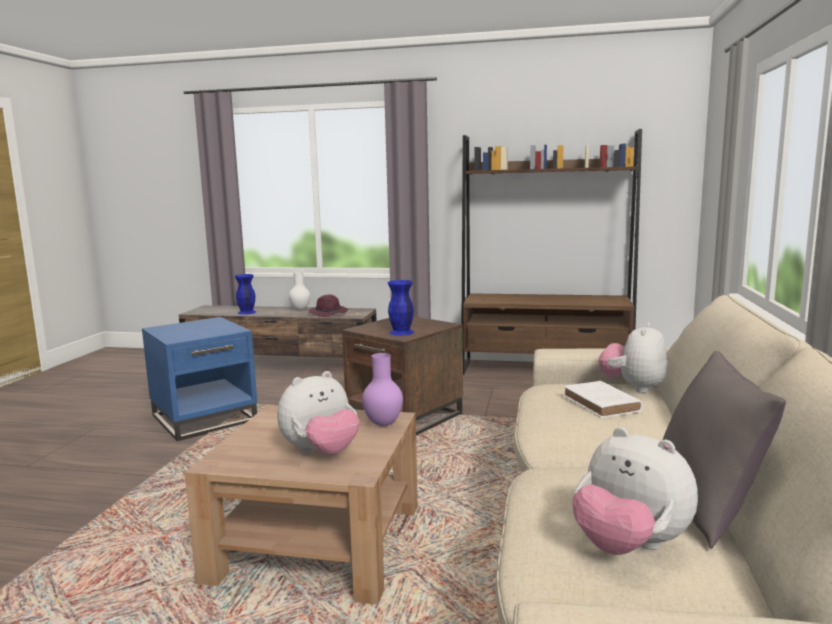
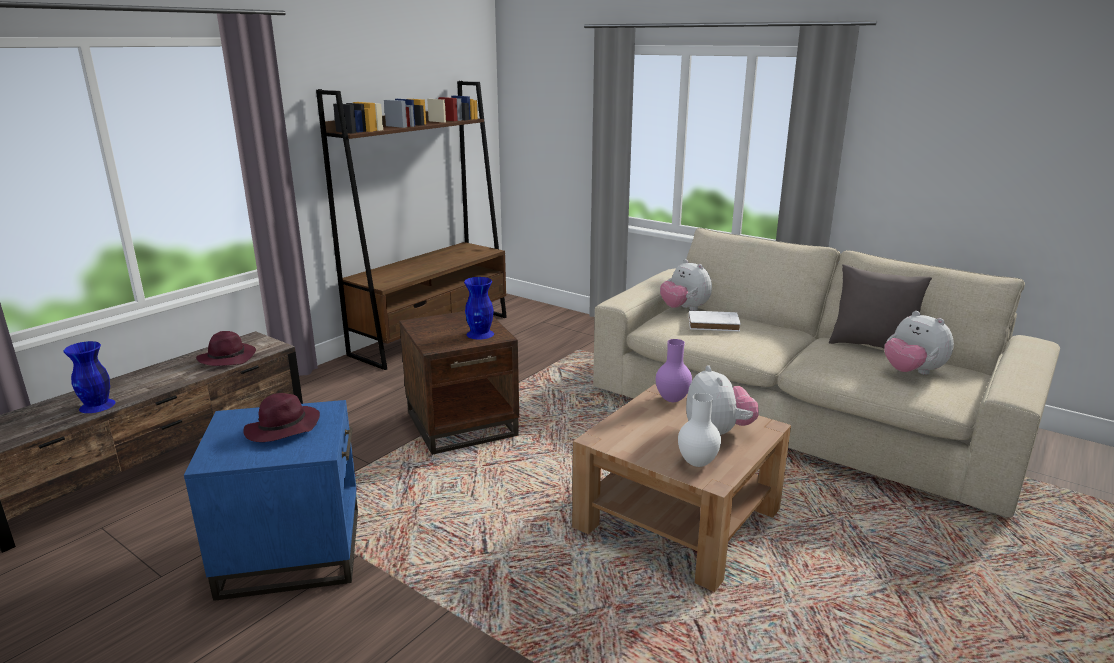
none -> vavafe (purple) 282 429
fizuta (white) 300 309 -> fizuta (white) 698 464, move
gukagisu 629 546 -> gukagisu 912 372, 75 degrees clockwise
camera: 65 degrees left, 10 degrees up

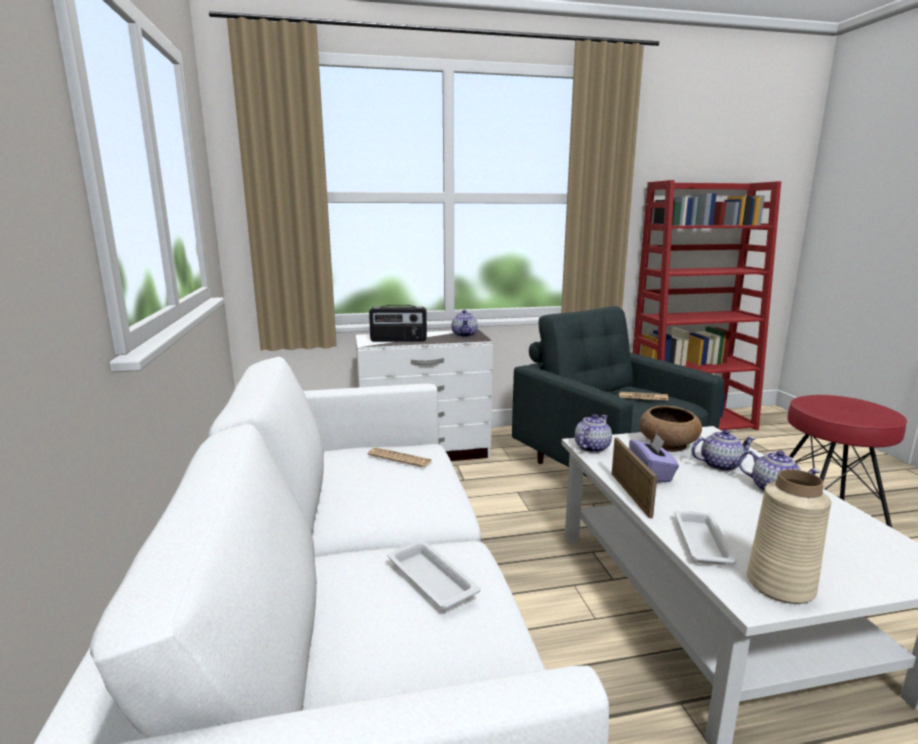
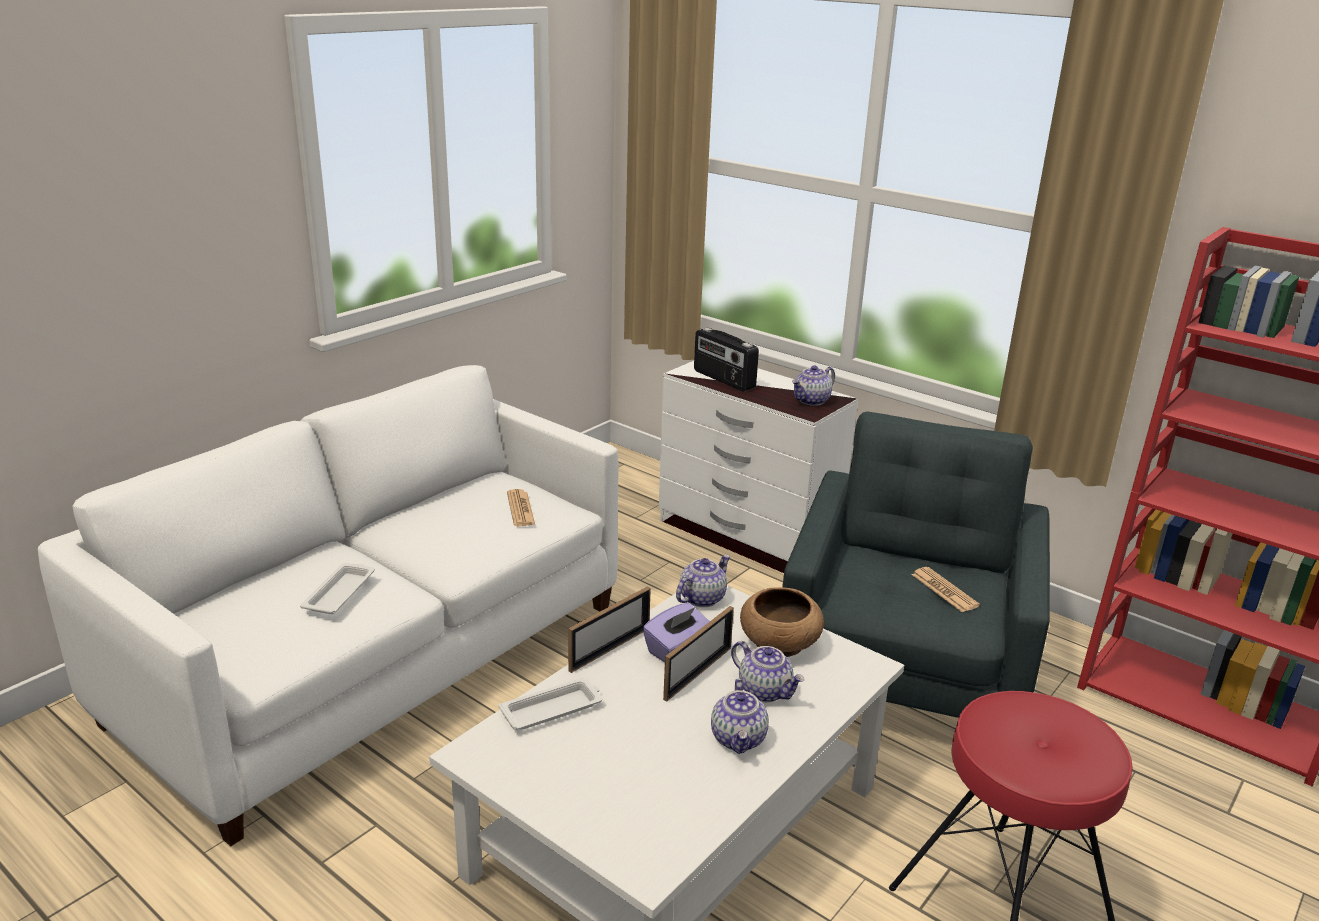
none -> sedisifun 698 673
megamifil 591 447 -> megamifil 702 598, 45 degrees counterclockwise
fizuta (beige) 780 585 -> none
camera: 50 degrees right, 10 degrees up

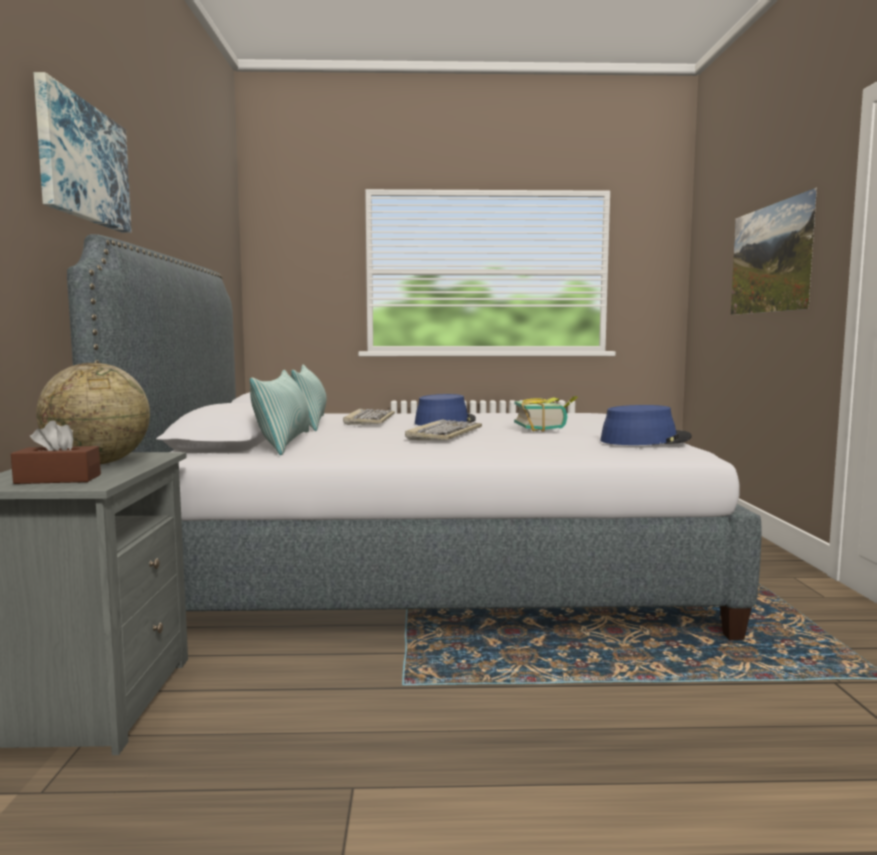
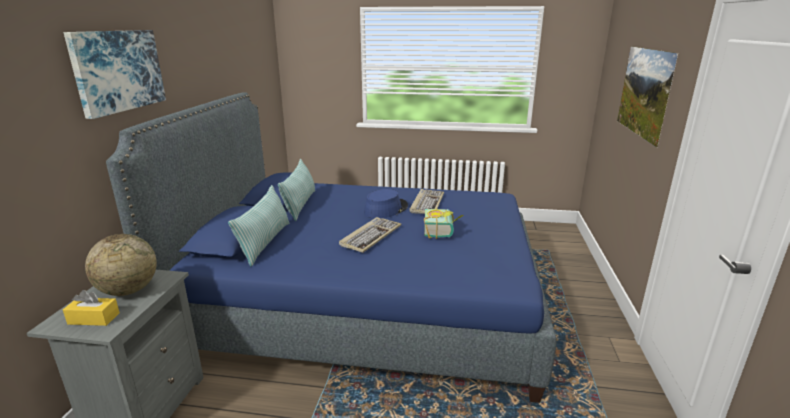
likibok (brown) 58 479 -> likibok (yellow) 94 318
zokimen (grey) 422 570 -> zokimen (blue) 366 304
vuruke 369 420 -> vuruke 427 203, move
vavafe (blue) 645 440 -> none
camera: 10 degrees right, 15 degrees up

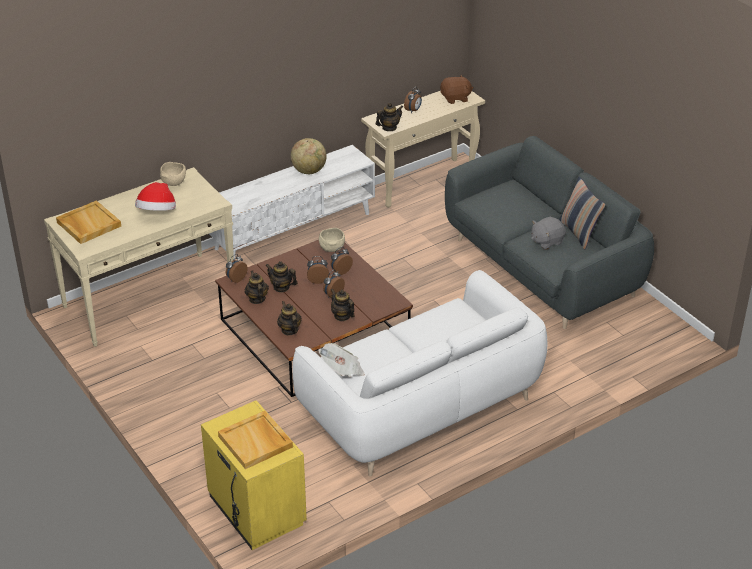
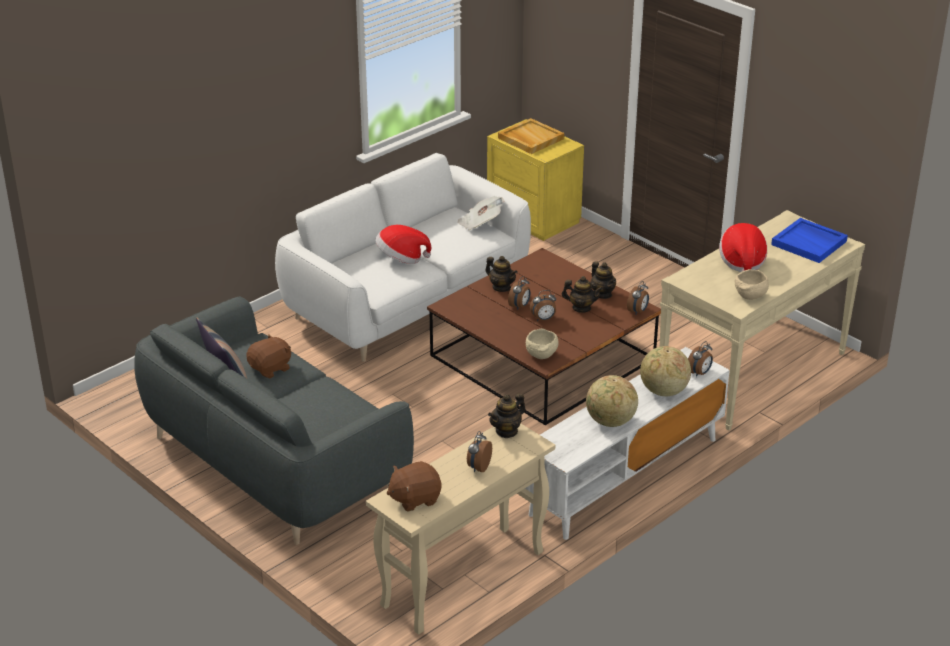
gukagisu (grey) 546 241 -> gukagisu (brown) 271 368
none -> vavafe 401 259
none -> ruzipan 663 391
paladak 340 271 -> paladak 699 373, move
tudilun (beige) 88 224 -> tudilun (blue) 809 243
megamifil 289 330 -> none
camera: 170 degrees right, 5 degrees down

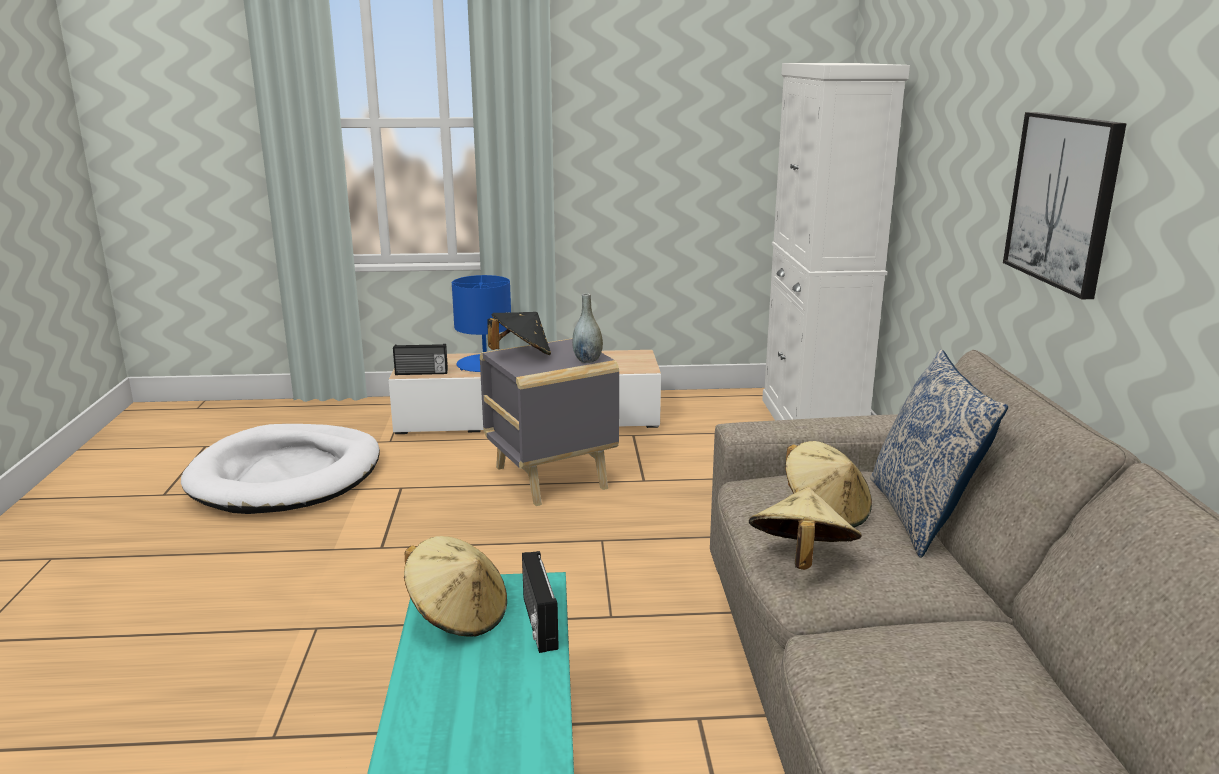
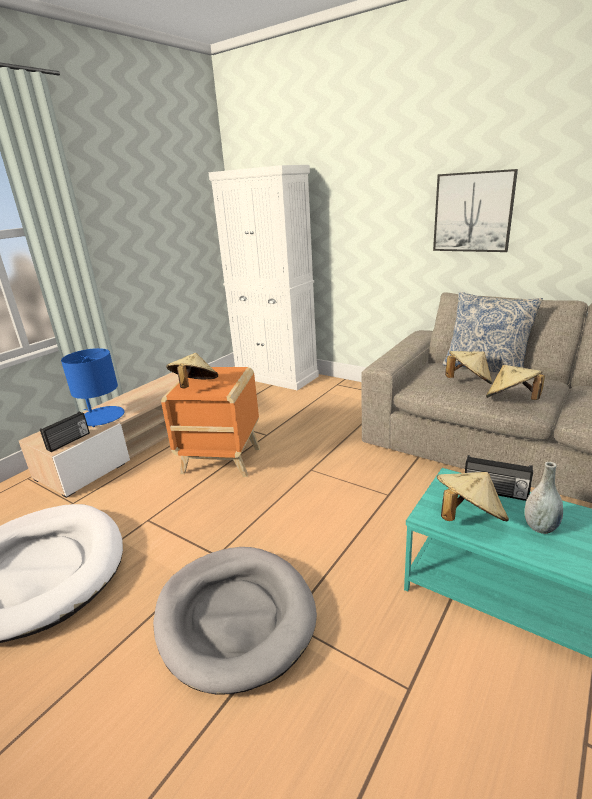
none -> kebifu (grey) 235 617
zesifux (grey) 549 477 -> zesifux (orange) 220 460
vavafe (black) 521 355 -> vavafe (beige) 194 386
fizuta (grey) 587 360 -> fizuta (grey) 540 527, move
camera: 50 degrees left, 5 degrees up

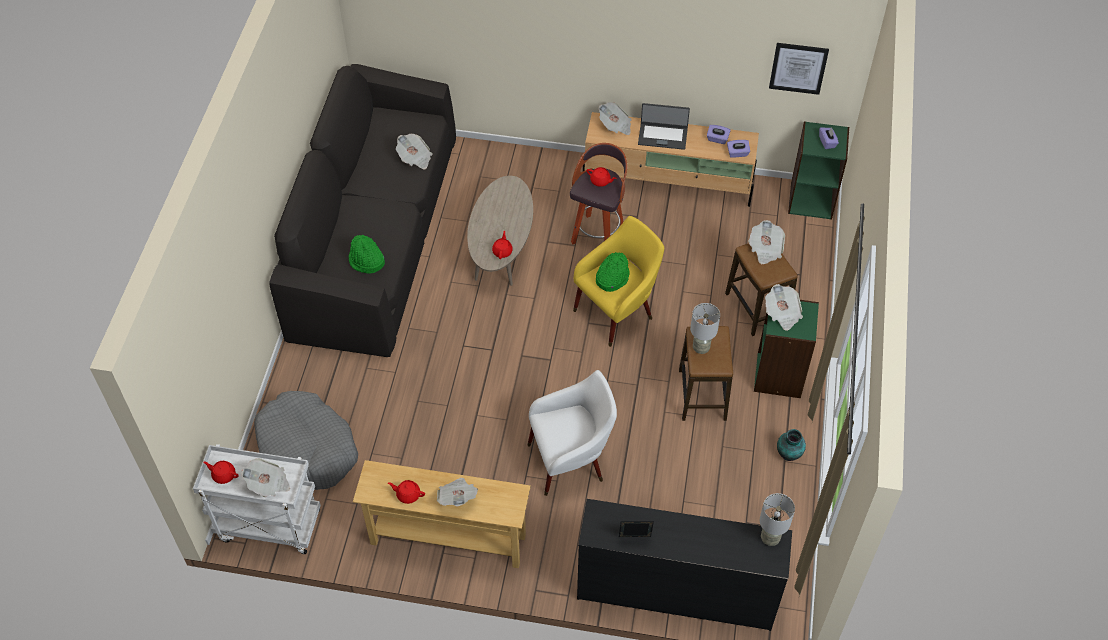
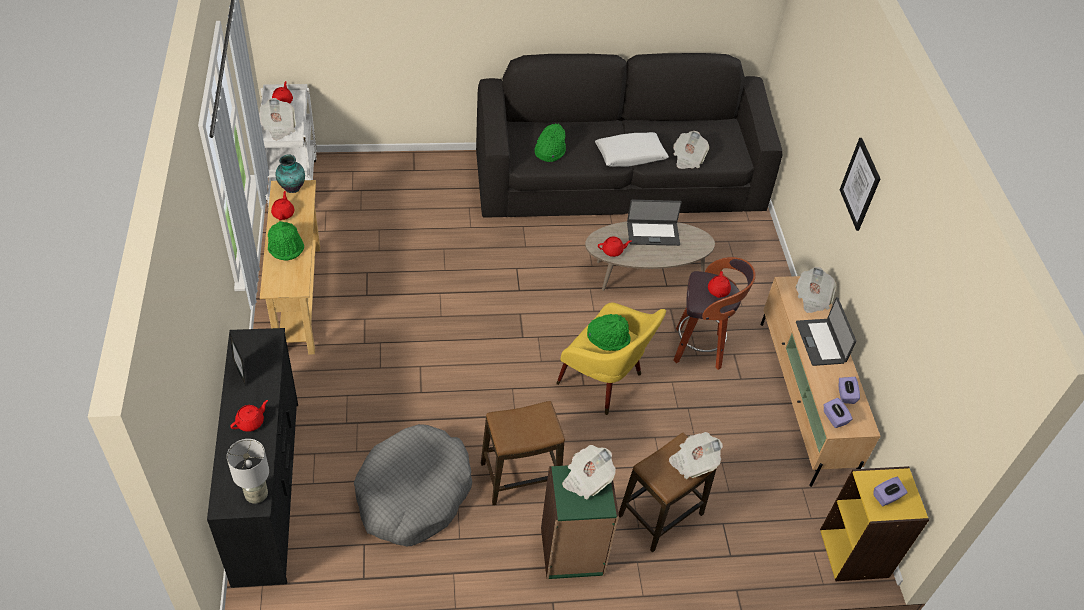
none -> megamifil (red) 251 422
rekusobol 457 497 -> vavafe (green) 286 247
fizuta 789 455 -> fizuta 291 188, move
kebifu (grey) 307 449 -> kebifu (grey) 413 493, move
none -> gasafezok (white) 630 155
none -> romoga 653 233
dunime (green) 811 200 -> dunime (yellow) 855 553
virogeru 798 68 -> virogeru 860 184, move
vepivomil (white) 571 460 -> none
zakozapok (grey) 701 348 -> none
camera: 70 degrees right, 5 degrees down

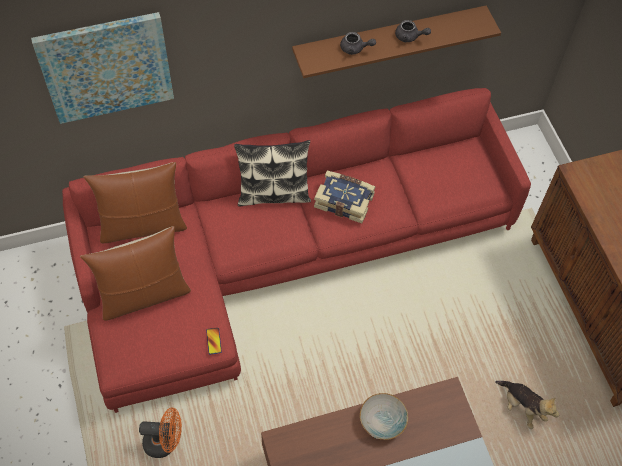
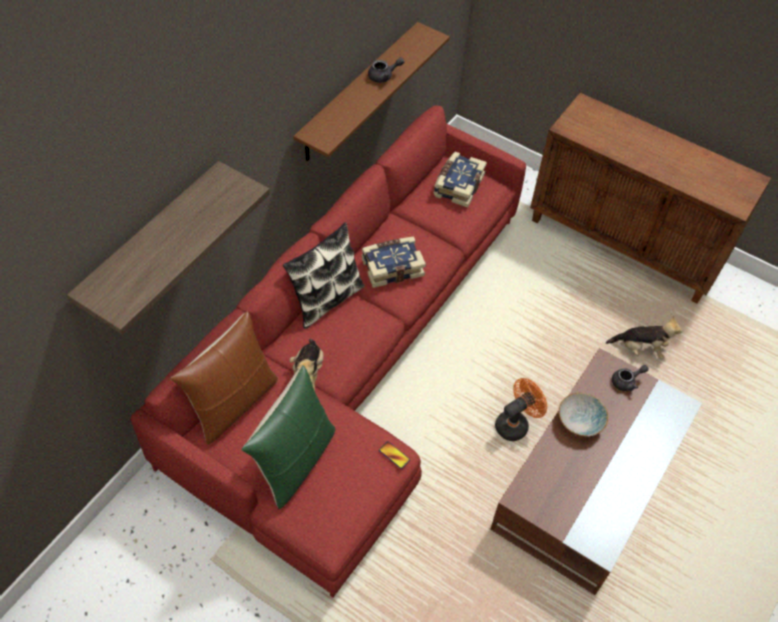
virogeru 106 67 -> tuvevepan 151 242
gasafezok (brown) 144 294 -> gasafezok (green) 294 460
none -> gukagisu 308 373
none -> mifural 457 185
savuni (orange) 165 442 -> savuni (orange) 515 423, move
megamifil (grey) 355 49 -> megamifil (grey) 626 381, move
camera: 40 degrees left, 5 degrees down

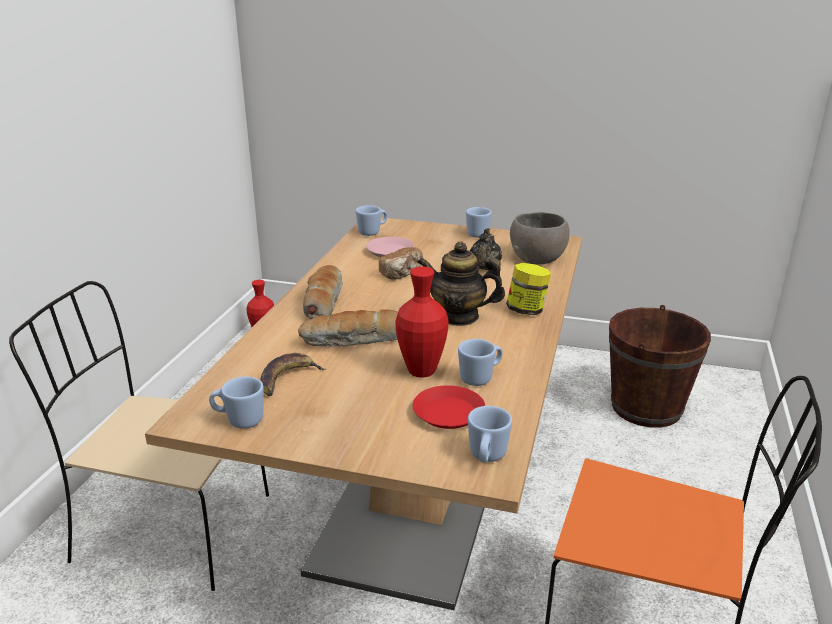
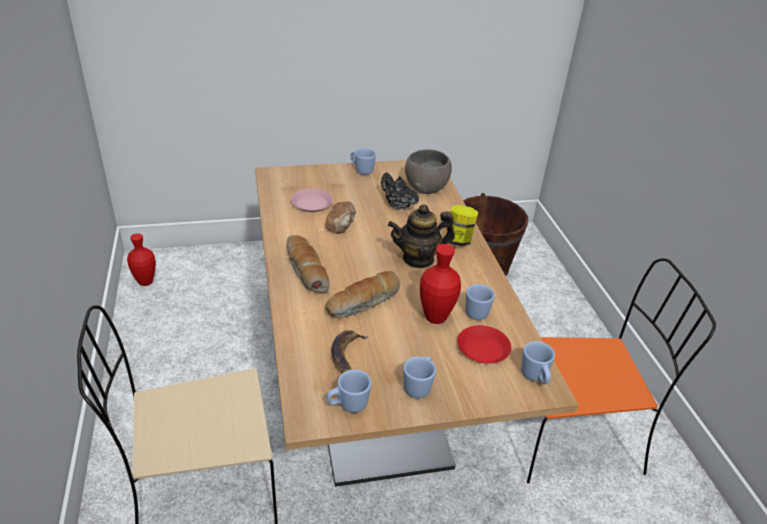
megamifil (black) 484 268 -> megamifil (black) 397 206, 150 degrees clockwise
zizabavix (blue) 372 232 -> zizabavix (blue) 419 386, move
camera: 30 degrees left, 10 degrees up

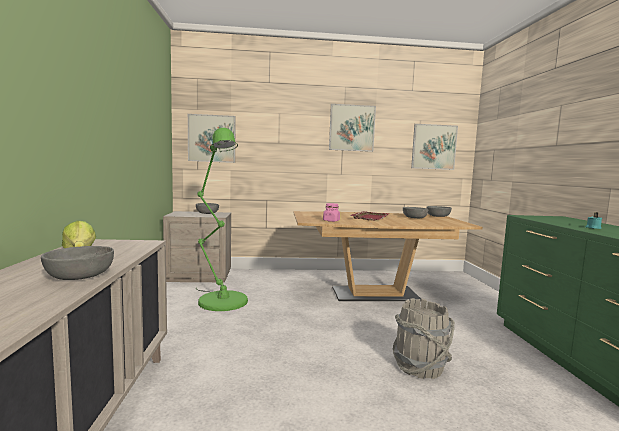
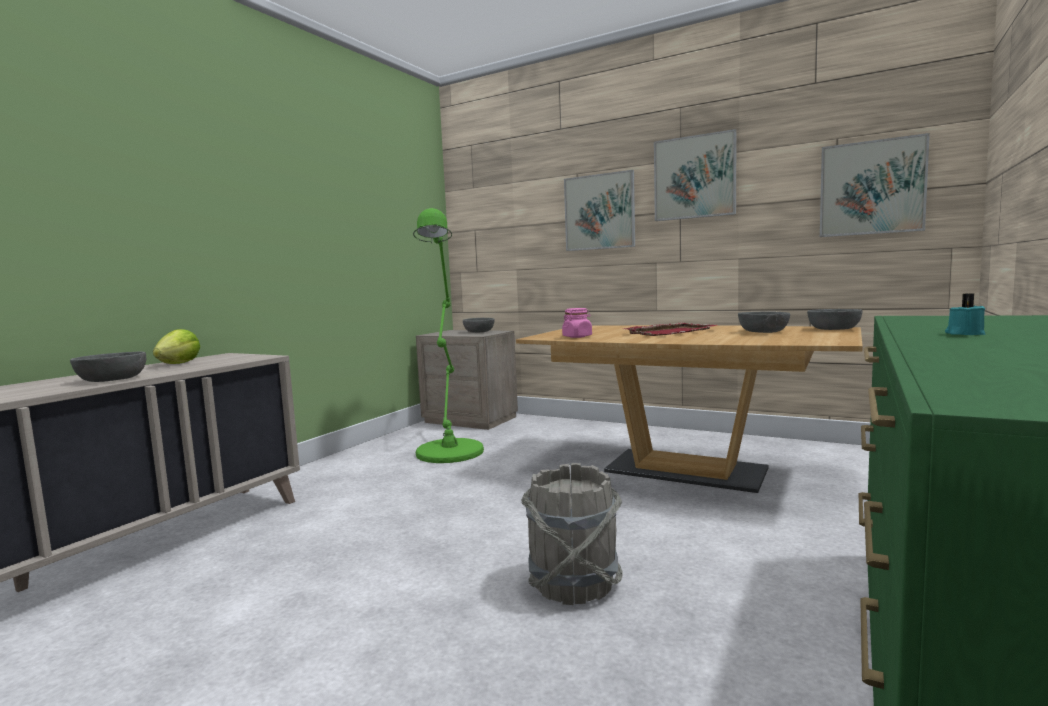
virogeru 212 138 -> virogeru 599 212, move
camera: 35 degrees right, 0 degrees up

